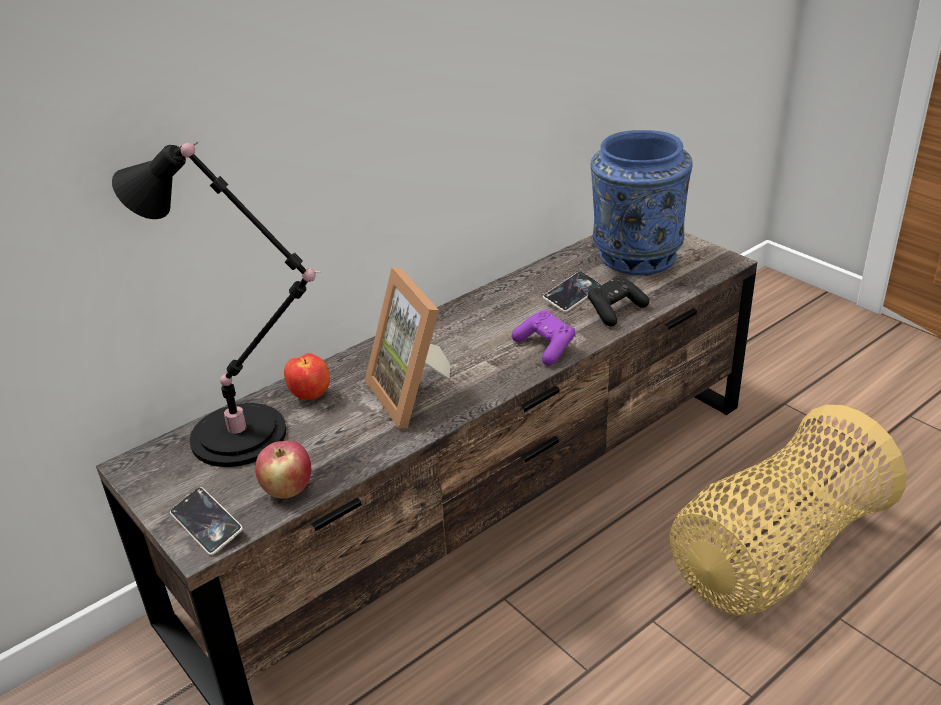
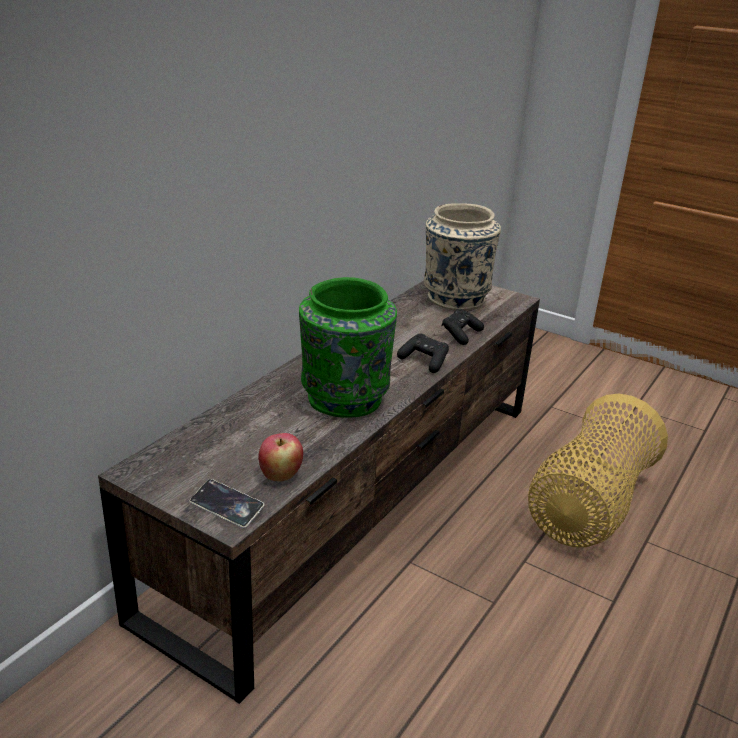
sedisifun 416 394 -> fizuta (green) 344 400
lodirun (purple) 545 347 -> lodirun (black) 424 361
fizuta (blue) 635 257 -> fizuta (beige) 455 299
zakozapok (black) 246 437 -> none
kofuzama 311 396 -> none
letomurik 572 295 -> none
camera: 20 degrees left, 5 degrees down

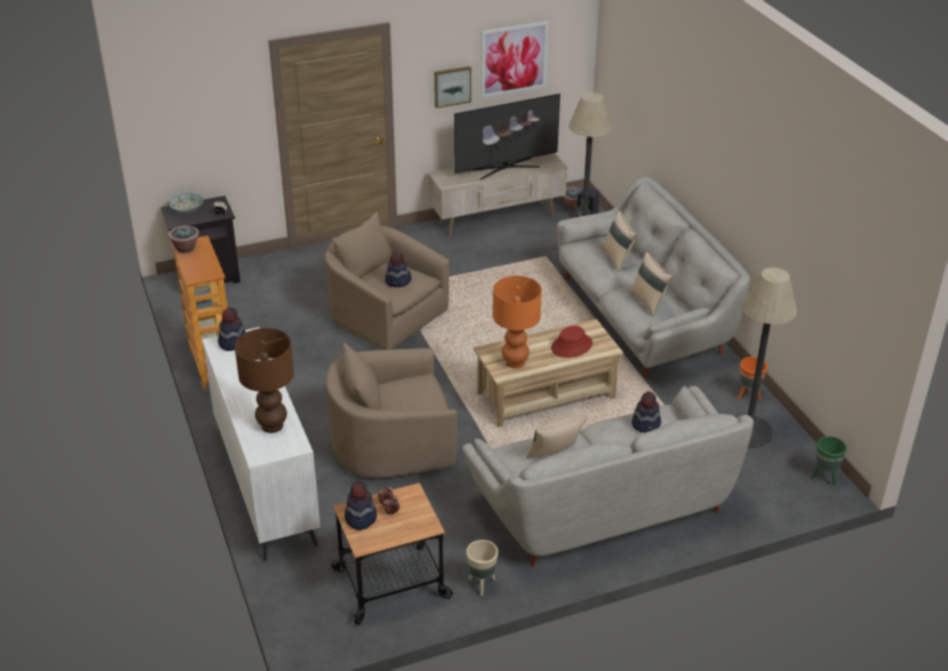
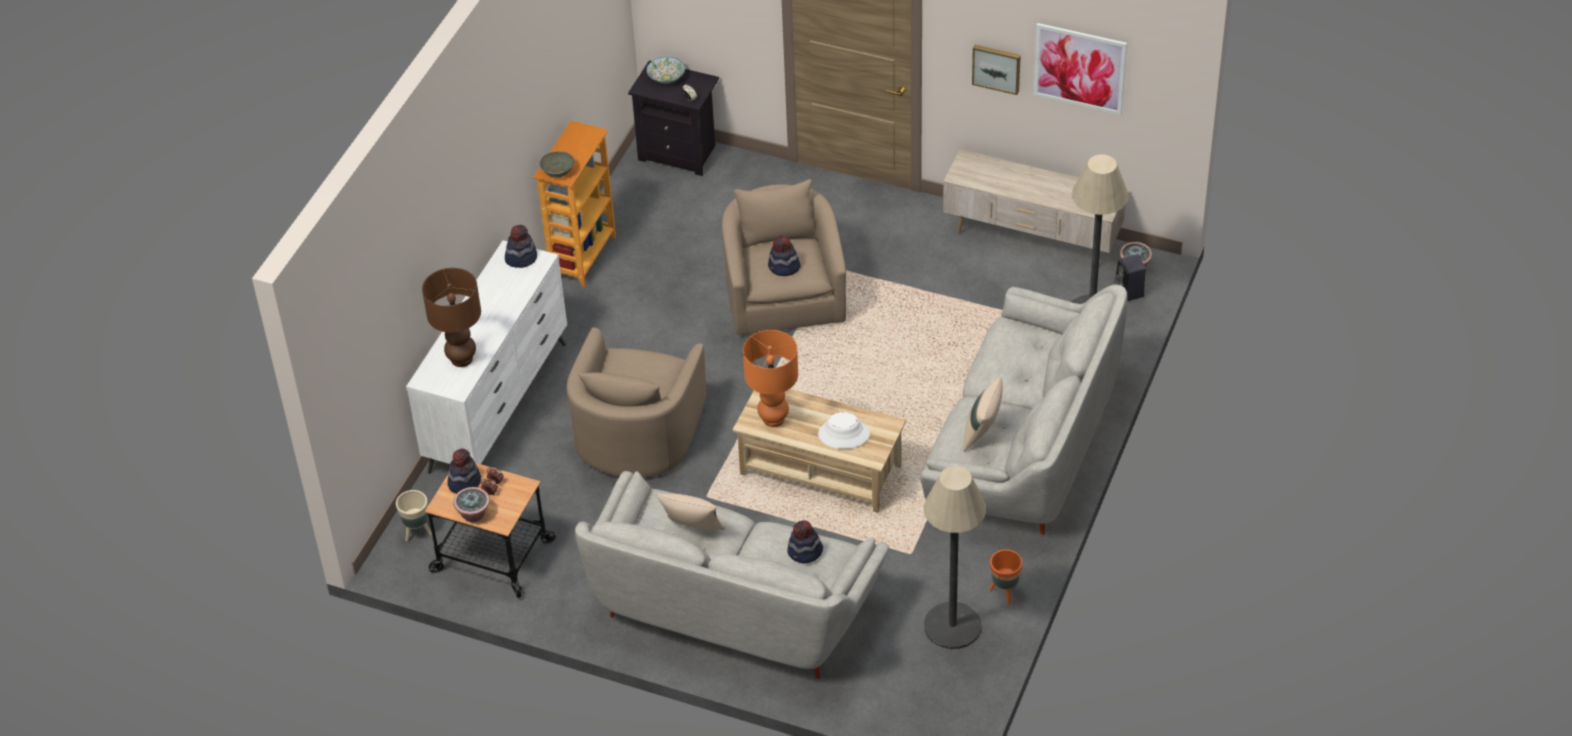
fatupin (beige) 481 584 -> fatupin (beige) 417 532, move
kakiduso 185 249 -> kakiduso 474 514, move
none -> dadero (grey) 558 172
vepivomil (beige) 392 443 -> vepivomil (beige) 636 432, 105 degrees counterclockwise
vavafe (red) 571 346 -> vavafe (white) 844 434
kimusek 505 168 -> none
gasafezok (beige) 618 259 -> none
fatupin (green) 824 478 -> none
camera: 45 degrees right, 10 degrees up

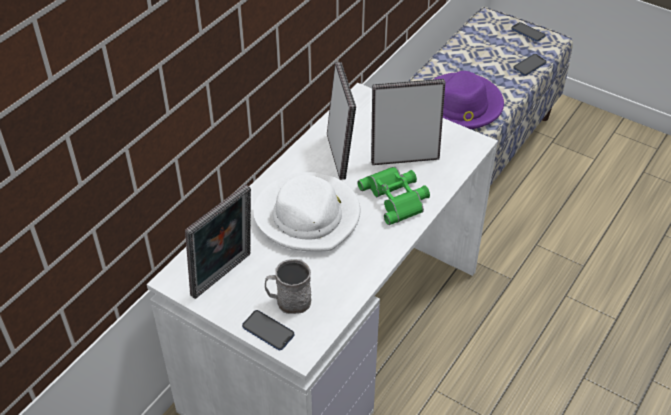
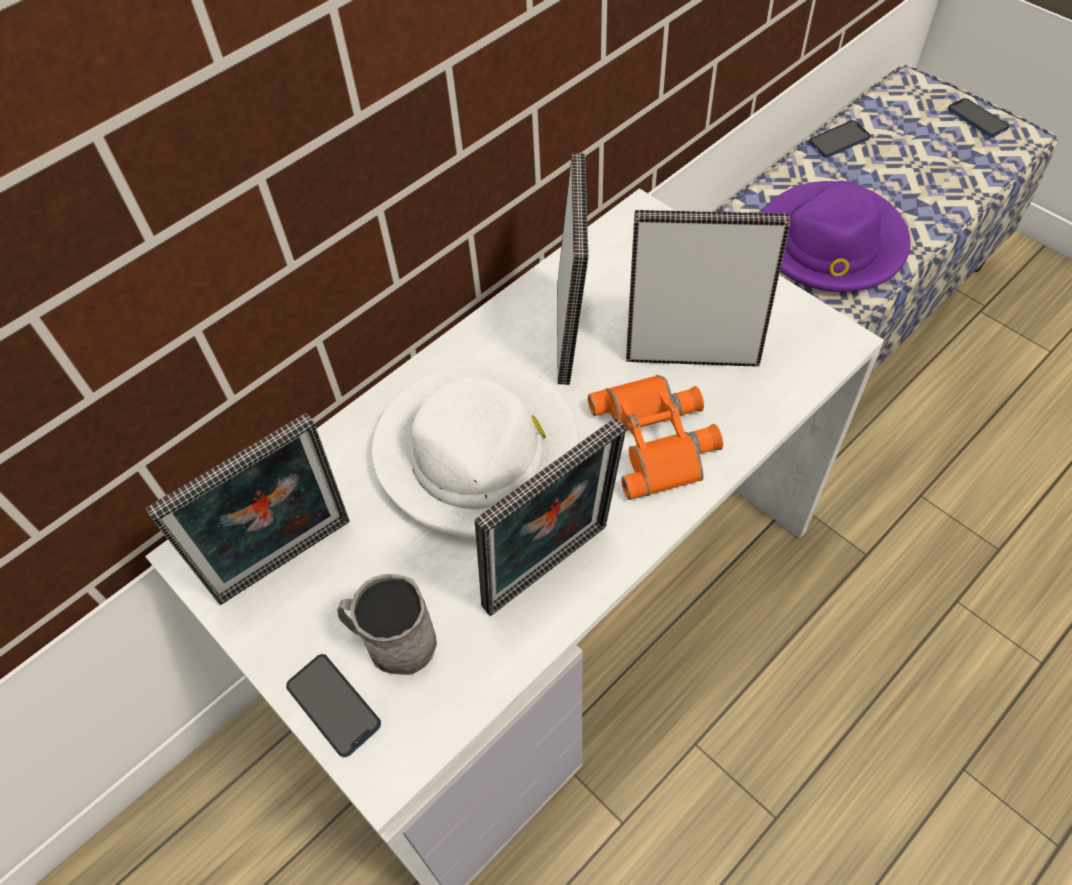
none -> sedisifun 551 573
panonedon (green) 397 198 -> panonedon (orange) 658 439
letomurik 529 65 -> letomurik 839 140, move
camera: 15 degrees right, 10 degrees up

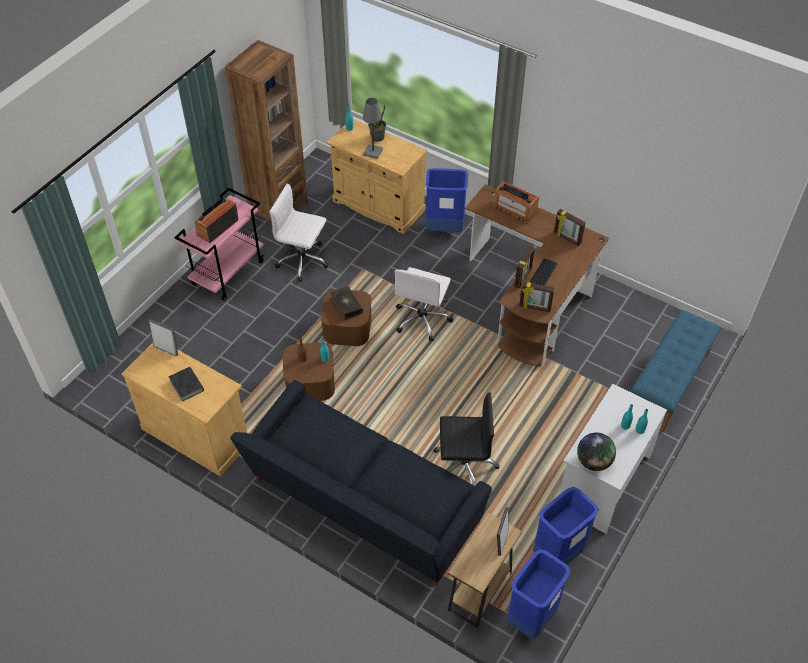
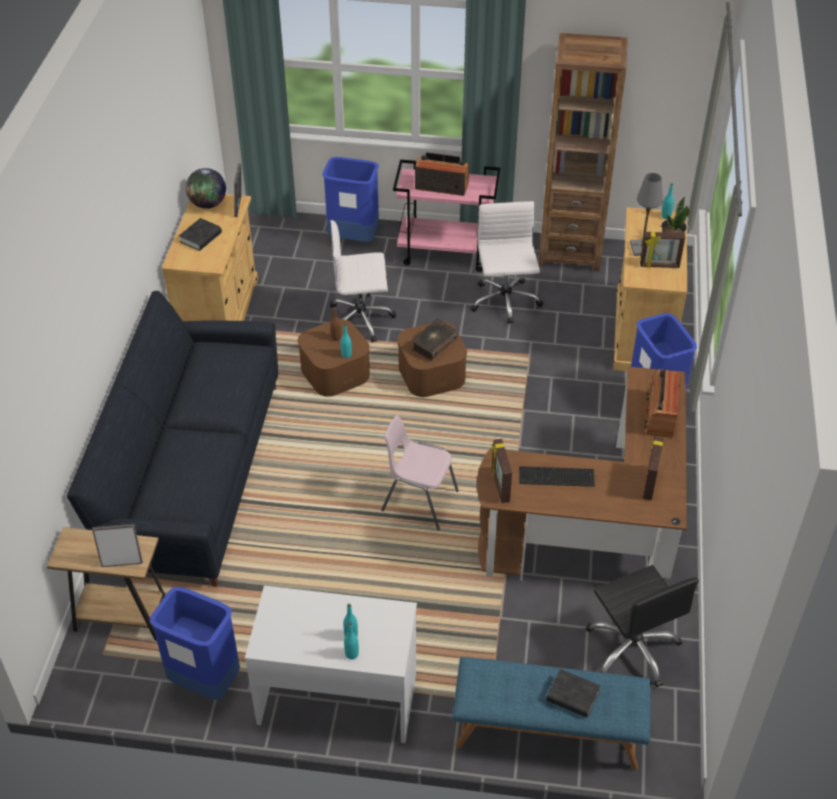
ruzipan 593 461 -> ruzipan 208 204, move
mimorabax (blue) 531 616 -> mimorabax (blue) 353 238, move
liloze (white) 422 319 -> liloze (white) 362 319, move
none -> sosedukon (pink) 419 501
none -> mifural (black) 572 696
liloze (black) 463 467 -> liloze (black) 633 648, move
sedisifun 523 278 -> sedisifun 659 266, move
camera: 65 degrees right, 5 degrees down

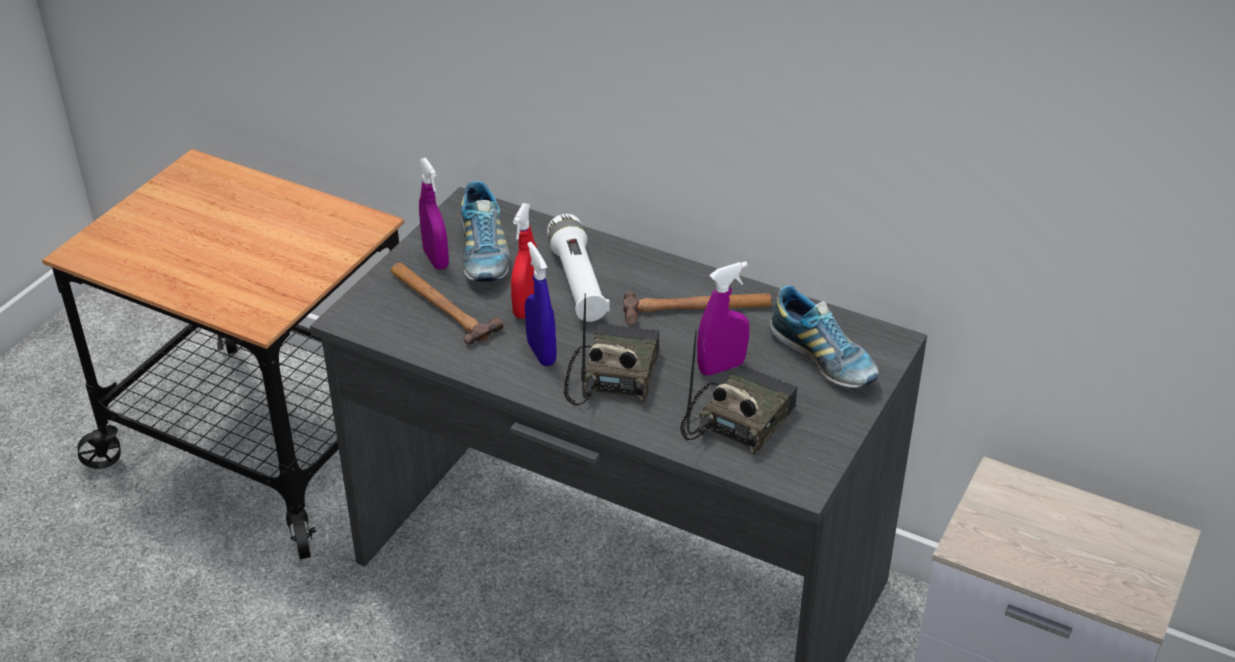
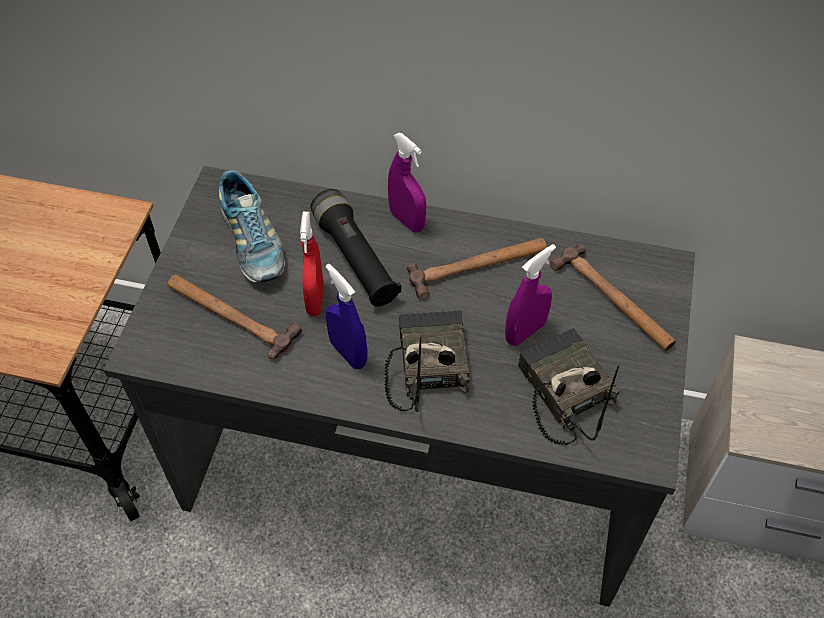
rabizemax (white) 577 282 -> rabizemax (black) 355 258
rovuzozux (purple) 436 259 -> rovuzozux (purple) 407 220, move
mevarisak 737 419 -> mevarisak 561 392, 45 degrees counterclockwise
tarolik 823 359 -> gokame 613 301
camera: 15 degrees left, 15 degrees up

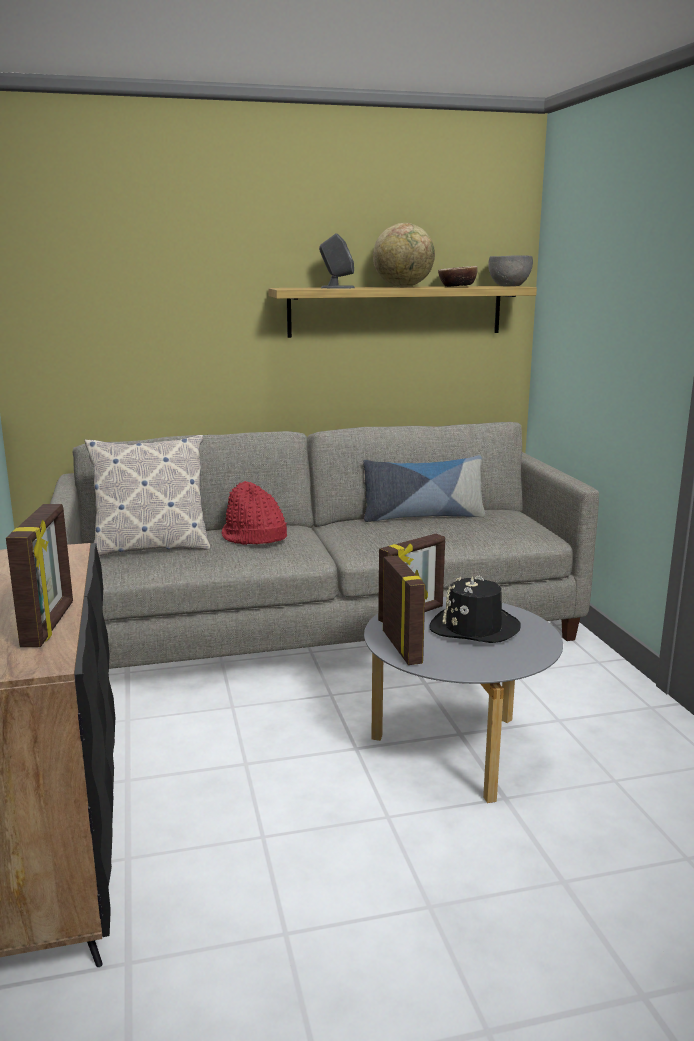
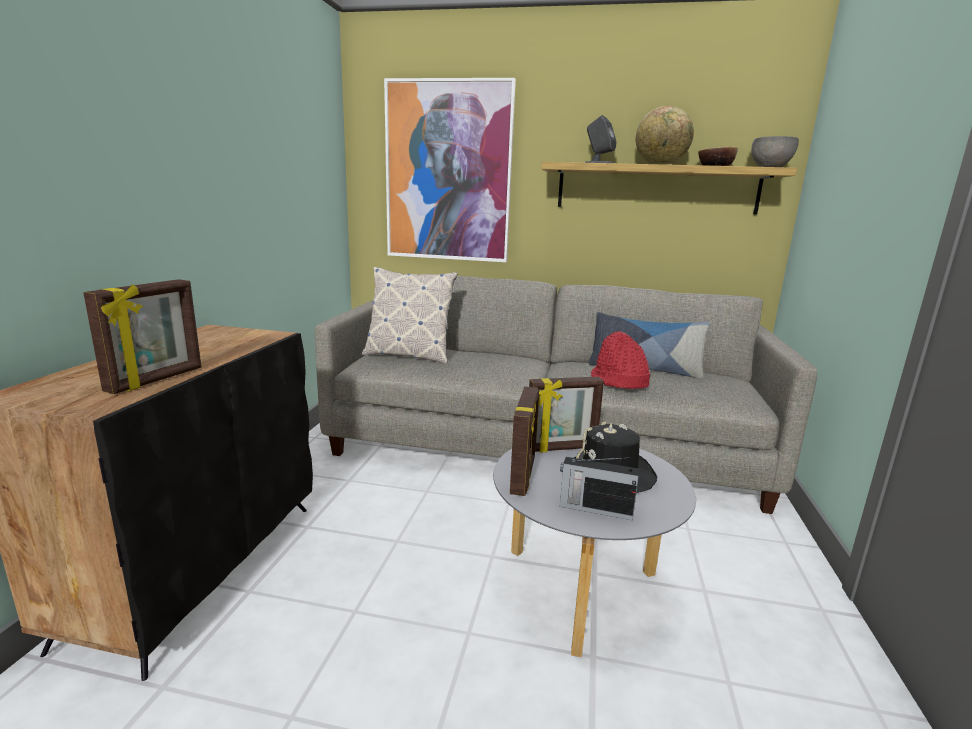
none -> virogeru 448 173
none -> mevarisak 594 508
vavafe (red) 253 537 -> vavafe (red) 618 381, move
camera: 25 degrees right, 0 degrees up

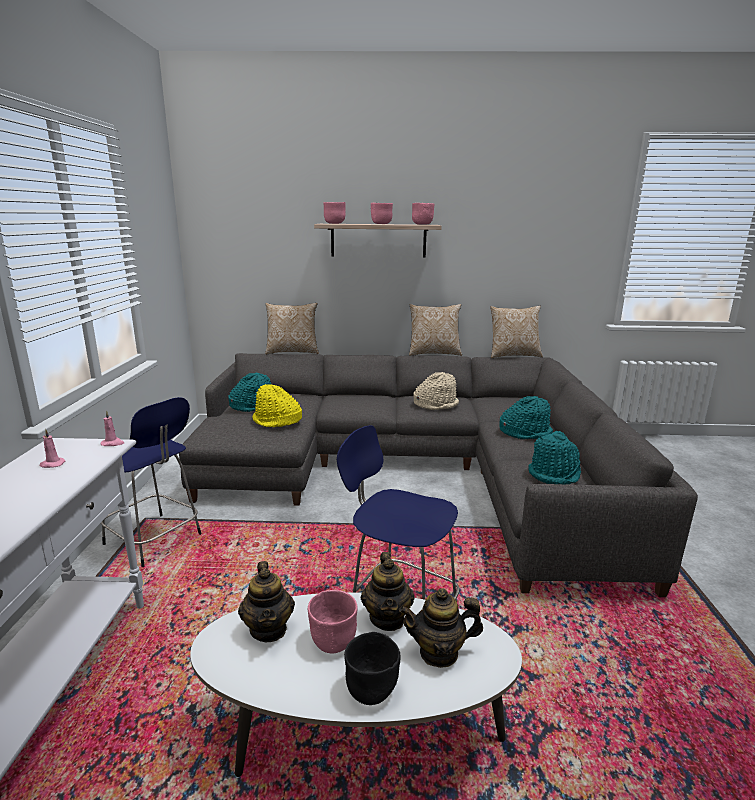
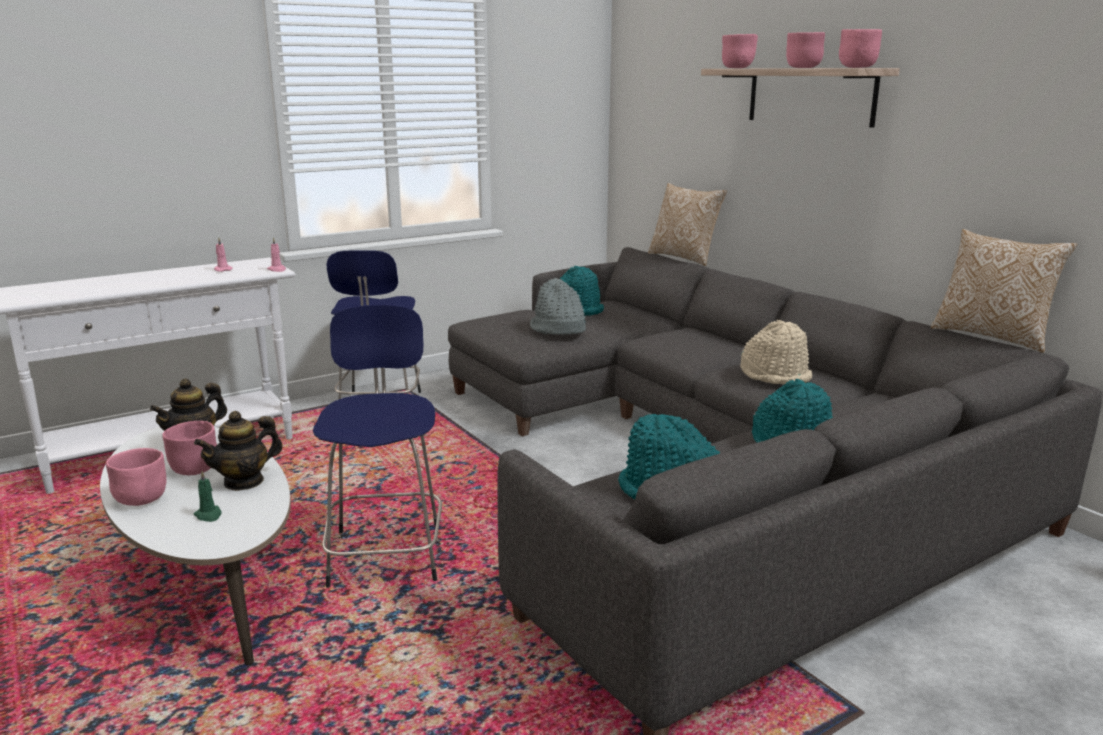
dadero (black) 372 690 -> dadero (pink) 142 501
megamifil 439 652 -> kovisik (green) 209 515
vavafe (yellow) 277 421 -> vavafe (grey) 557 329
gasafezok 434 353 -> none
camera: 55 degrees right, 0 degrees up

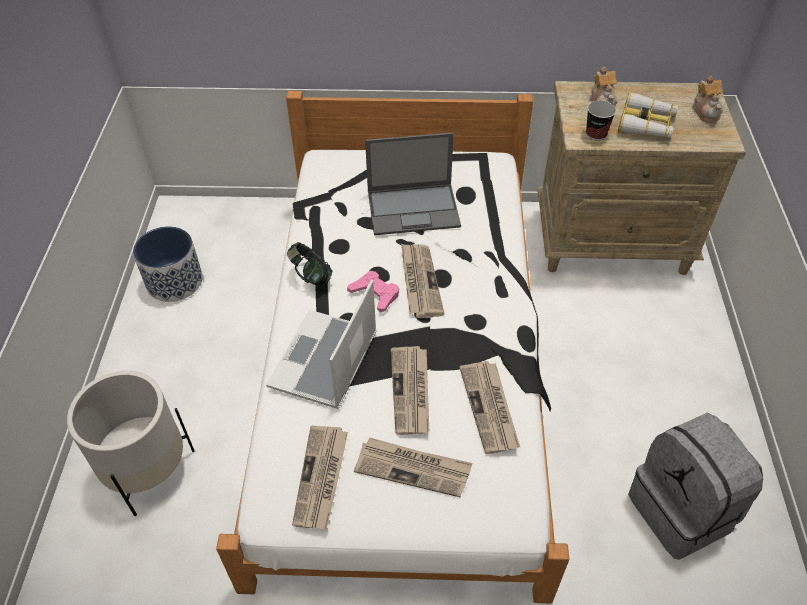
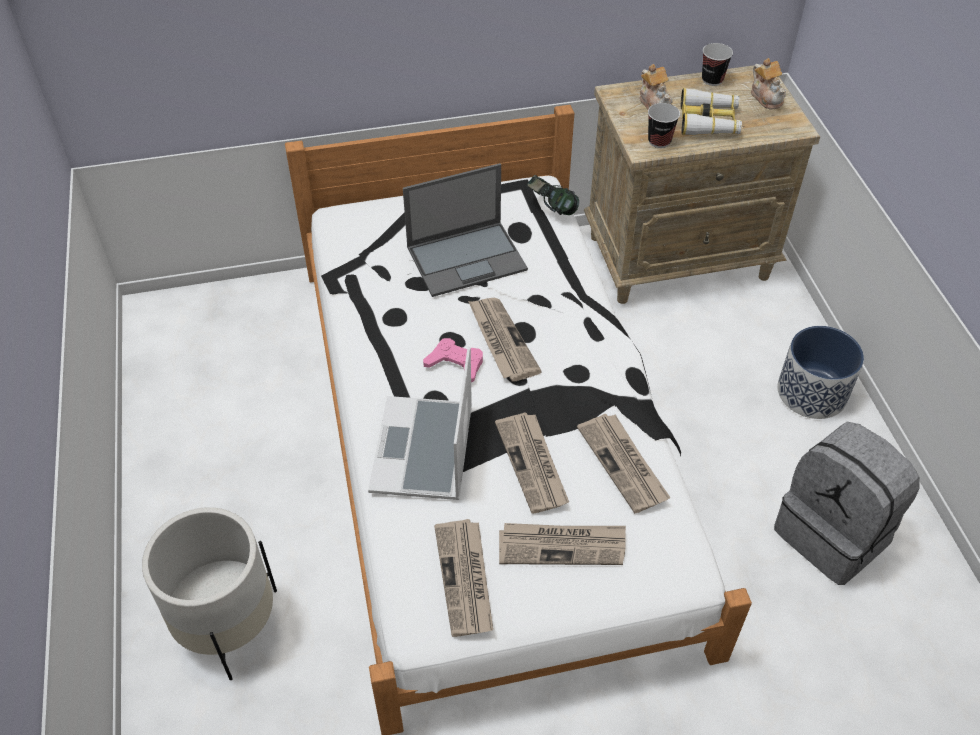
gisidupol 311 276 -> gisidupol 551 209, move
none -> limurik 712 80
fatupin 174 281 -> fatupin 811 393, move
camera: 15 degrees left, 0 degrees up

